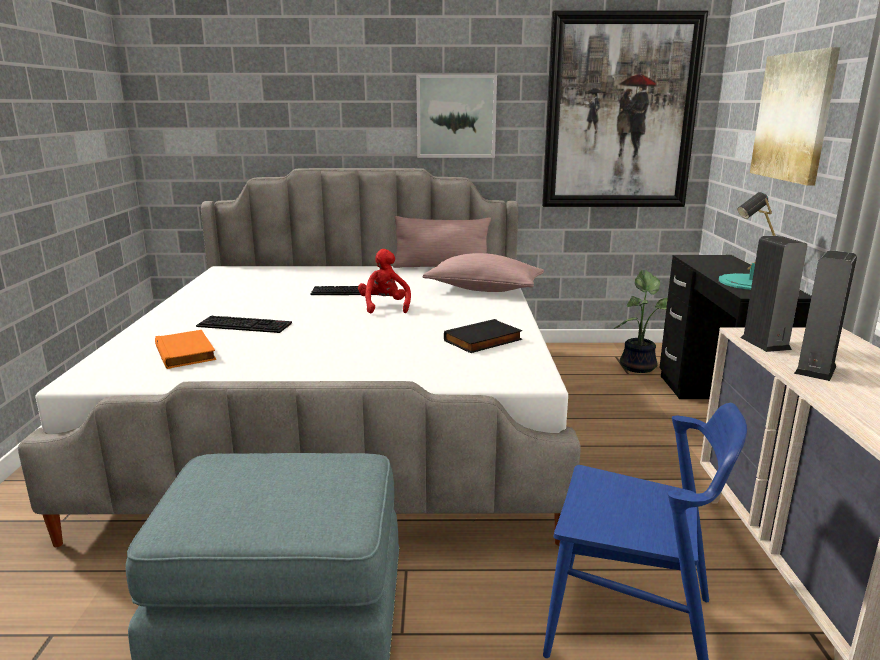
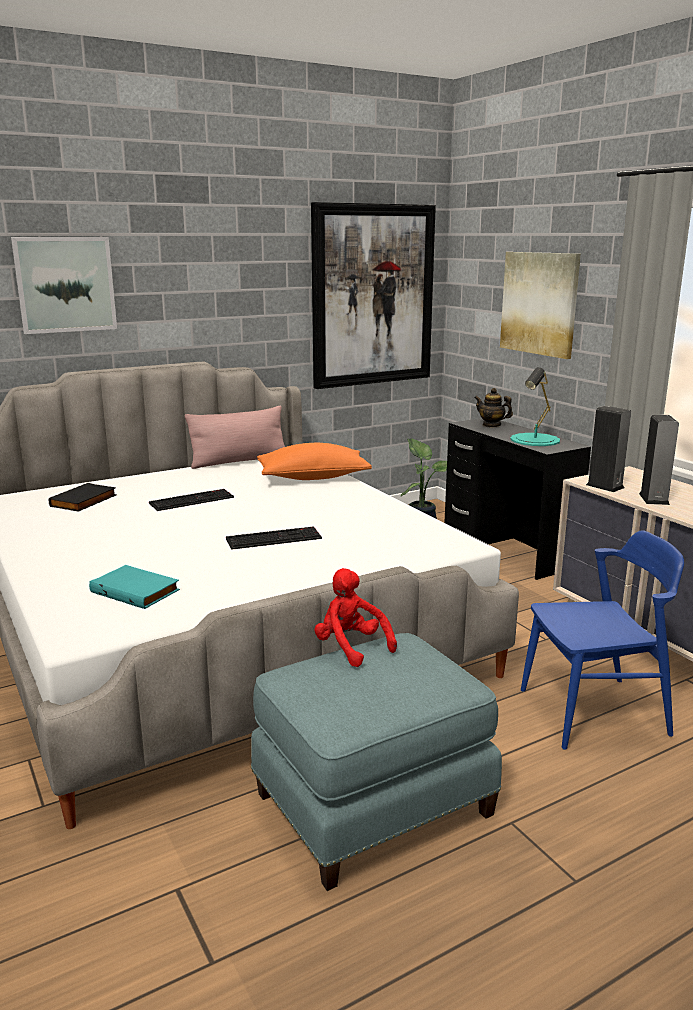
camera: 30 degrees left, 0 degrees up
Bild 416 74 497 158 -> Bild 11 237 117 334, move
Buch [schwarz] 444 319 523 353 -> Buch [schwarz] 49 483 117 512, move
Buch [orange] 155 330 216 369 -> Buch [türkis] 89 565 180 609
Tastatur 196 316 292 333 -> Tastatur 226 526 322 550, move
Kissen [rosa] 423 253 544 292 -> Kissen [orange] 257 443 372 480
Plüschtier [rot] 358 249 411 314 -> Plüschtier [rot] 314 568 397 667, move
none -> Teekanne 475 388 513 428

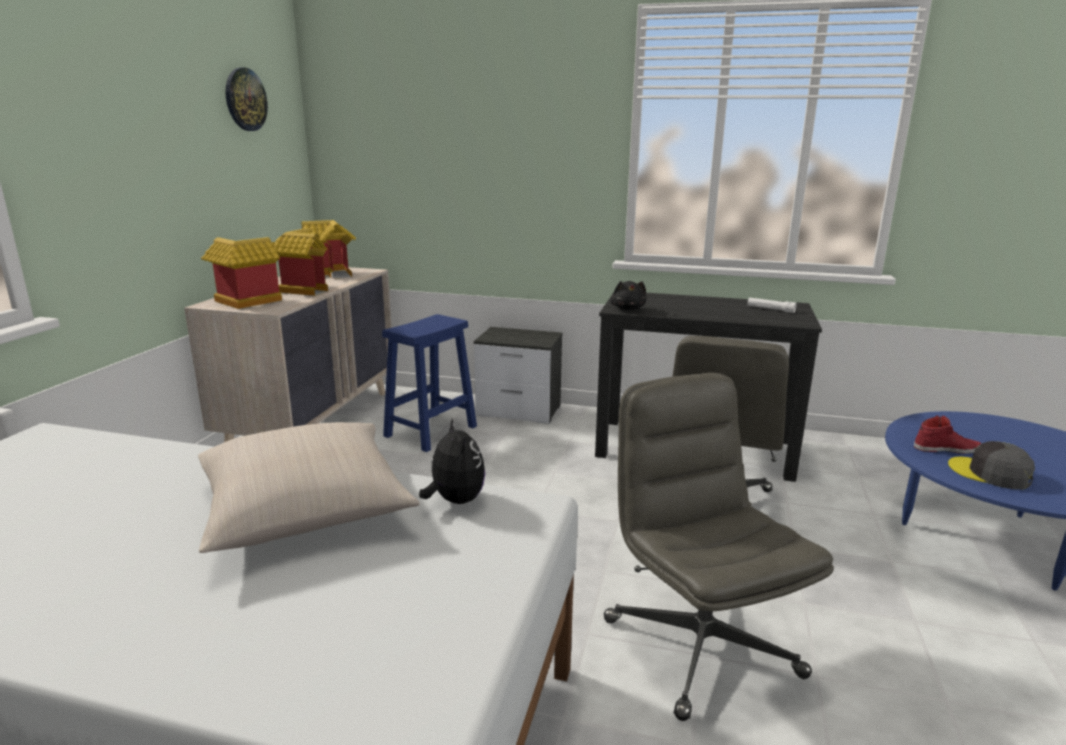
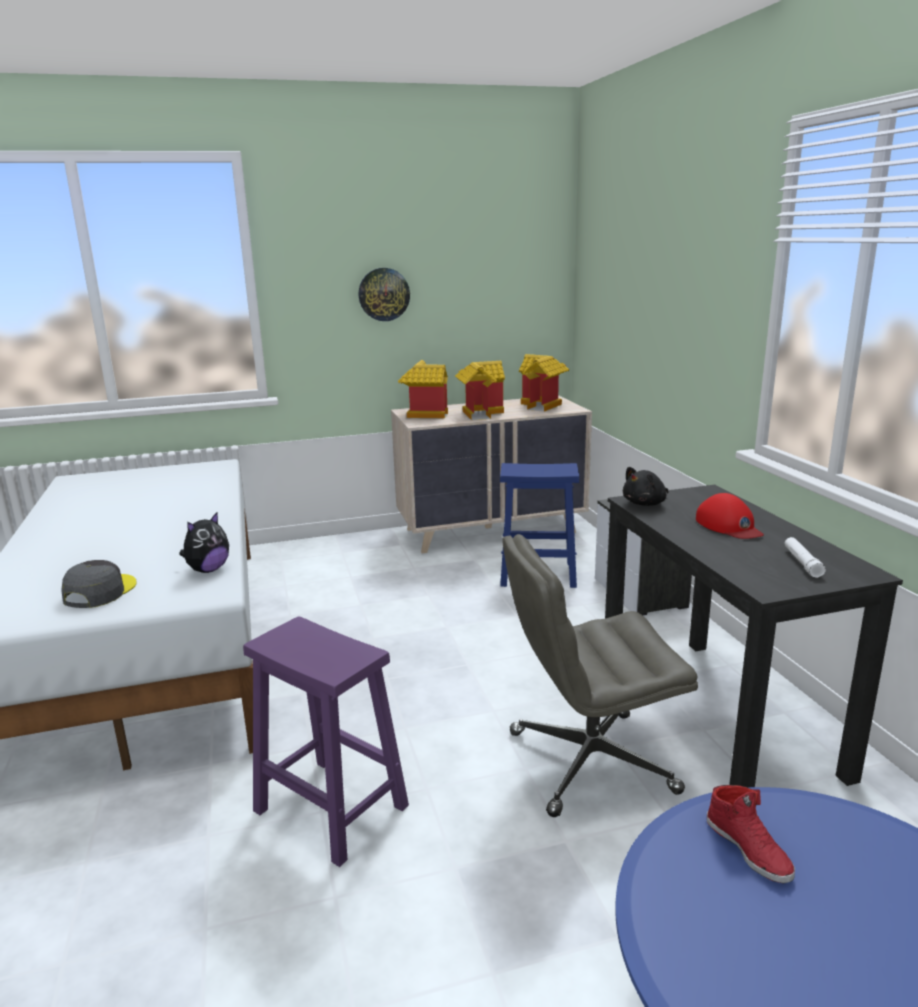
camera: 60 degrees right, 0 degrees up
Kappe [grau] 948 441 1035 489 -> Kappe [grau] 62 560 137 608, move
Bürostuhl [grau] 604 373 834 721 -> Hocker [lila] 243 617 409 867
Wanduhr 225 68 268 131 -> Wanduhr 358 268 410 321, move
none -> Kappe [rot] 696 493 764 539
Kissen [beige] 198 422 420 553 -> none

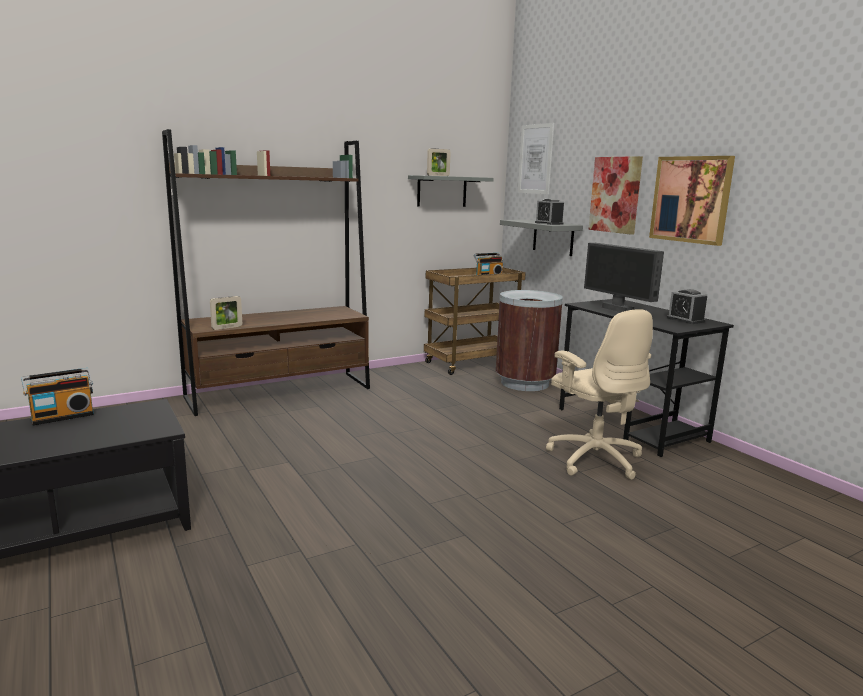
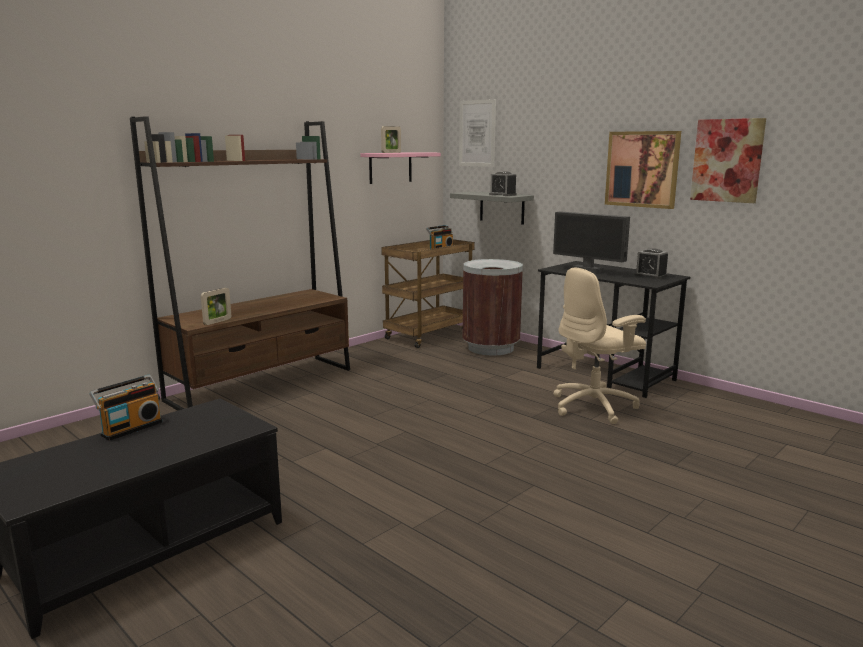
camera: 15 degrees left, 0 degrees up
Wandregal [grau] 408 175 494 207 -> Wandregal [rosa] 360 152 441 184
Bürostuhl [beige] 546 309 653 480 -> Bürostuhl [beige] 553 268 646 424, 105 degrees clockwise
Bild 588 156 643 235 -> Bild 690 118 766 203, move

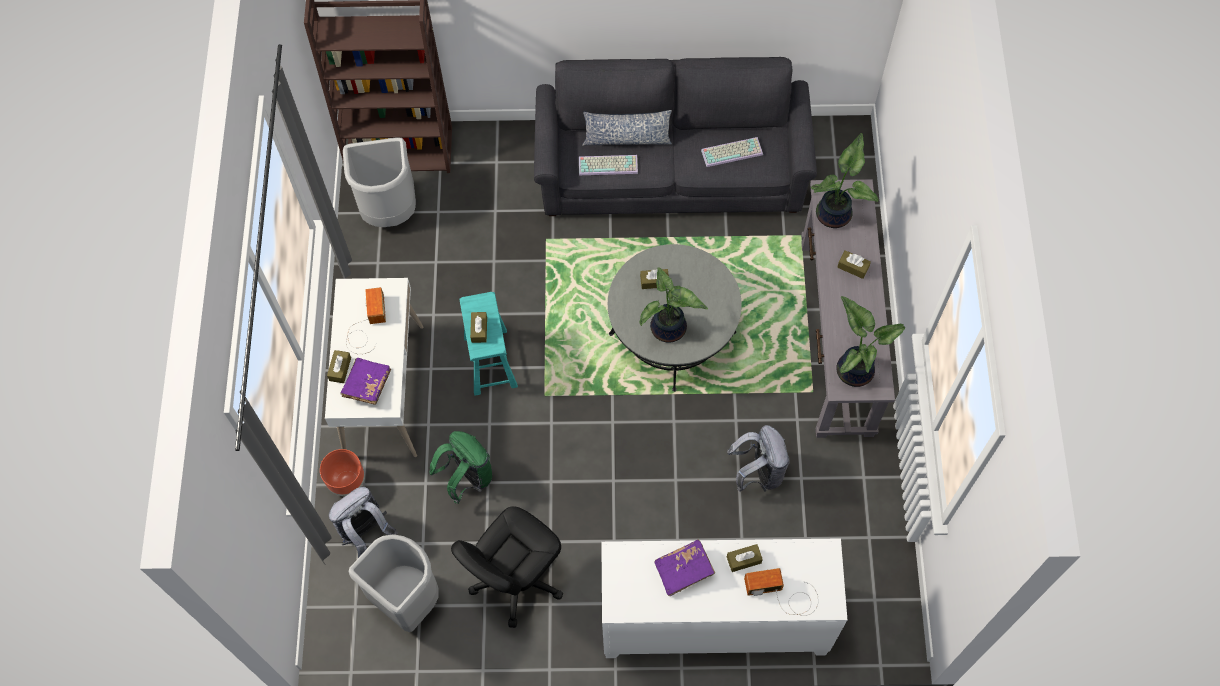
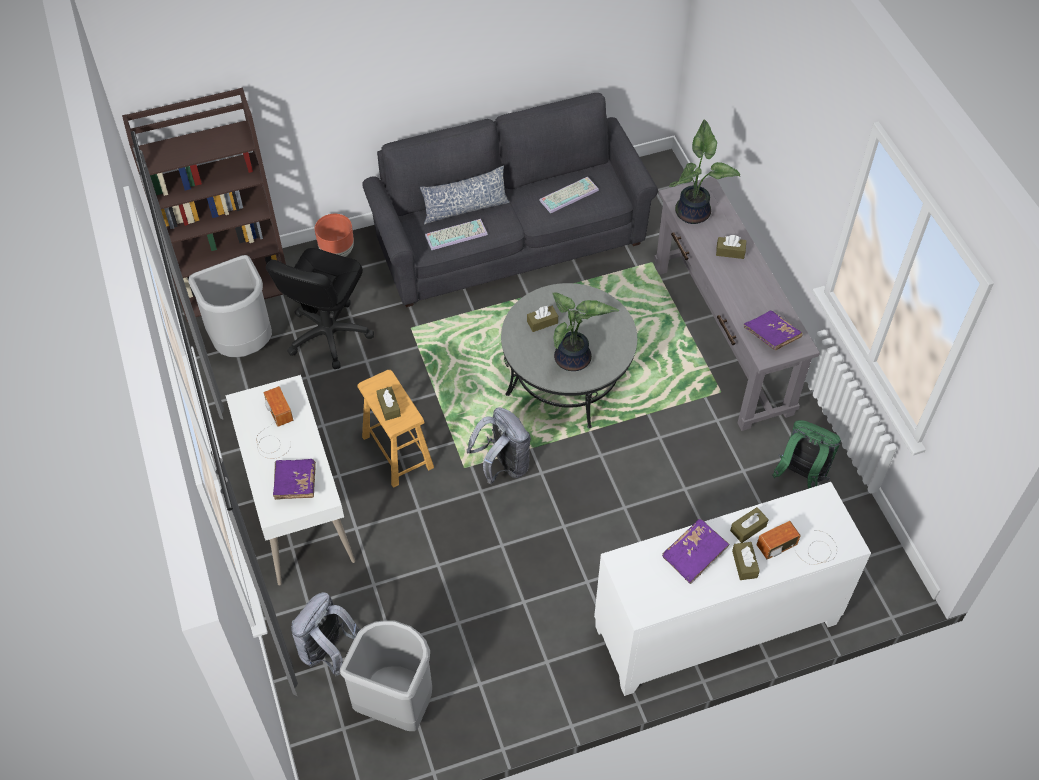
camera: 20 degrees left, 10 degrees down
Bürostuhl [schwarz] 451 506 563 628 -> Bürostuhl [schwarz] 266 248 374 369, move
Pflanzkübel [braun] 320 449 365 496 -> Pflanzkübel [braun] 315 214 354 257, move
Hocker [türkis] 459 292 518 396 -> Hocker [braun] 357 370 434 487
Rucksack [grau] 727 425 790 492 -> Rucksack [grau] 467 407 531 484, move
Taschentuchbox [braun] 327 350 351 383 -> Taschentuchbox [braun] 732 542 760 580, move
Topfpflanze 836 296 906 387 -> Buch [lila] 743 311 803 351
Rucksack [grün] 429 431 492 504 -> Rucksack [grün] 772 420 841 489, move

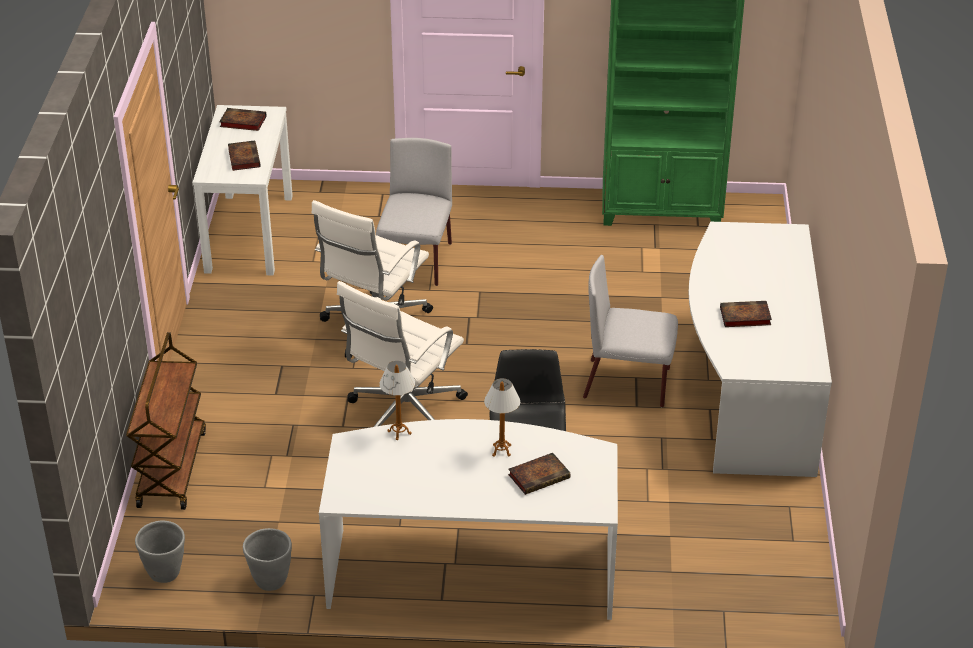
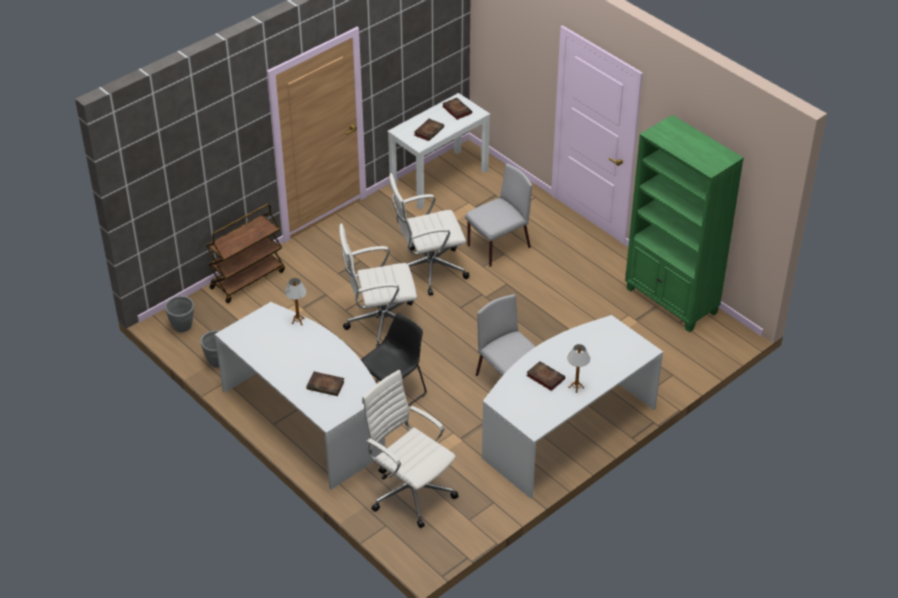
camera: 45 degrees right, 5 degrees up
none -> Bürostuhl [weiß] 362 370 459 528
Tischlampe 484 378 520 456 -> Tischlampe 567 344 590 393, move

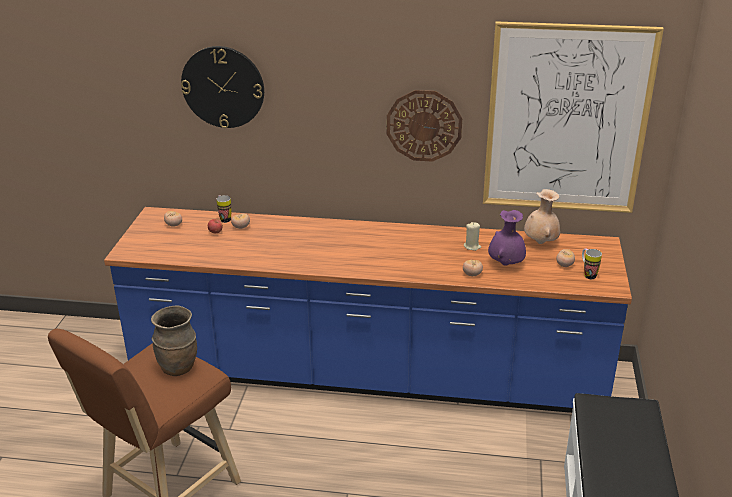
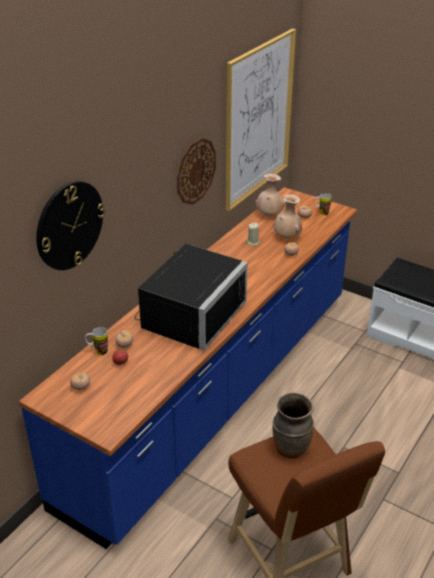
camera: 65 degrees left, 5 degrees up
none -> Mikrowelle [schwarz] 135 244 248 351
Vase [lila] 488 210 526 266 -> Vase [beige] 273 194 302 239

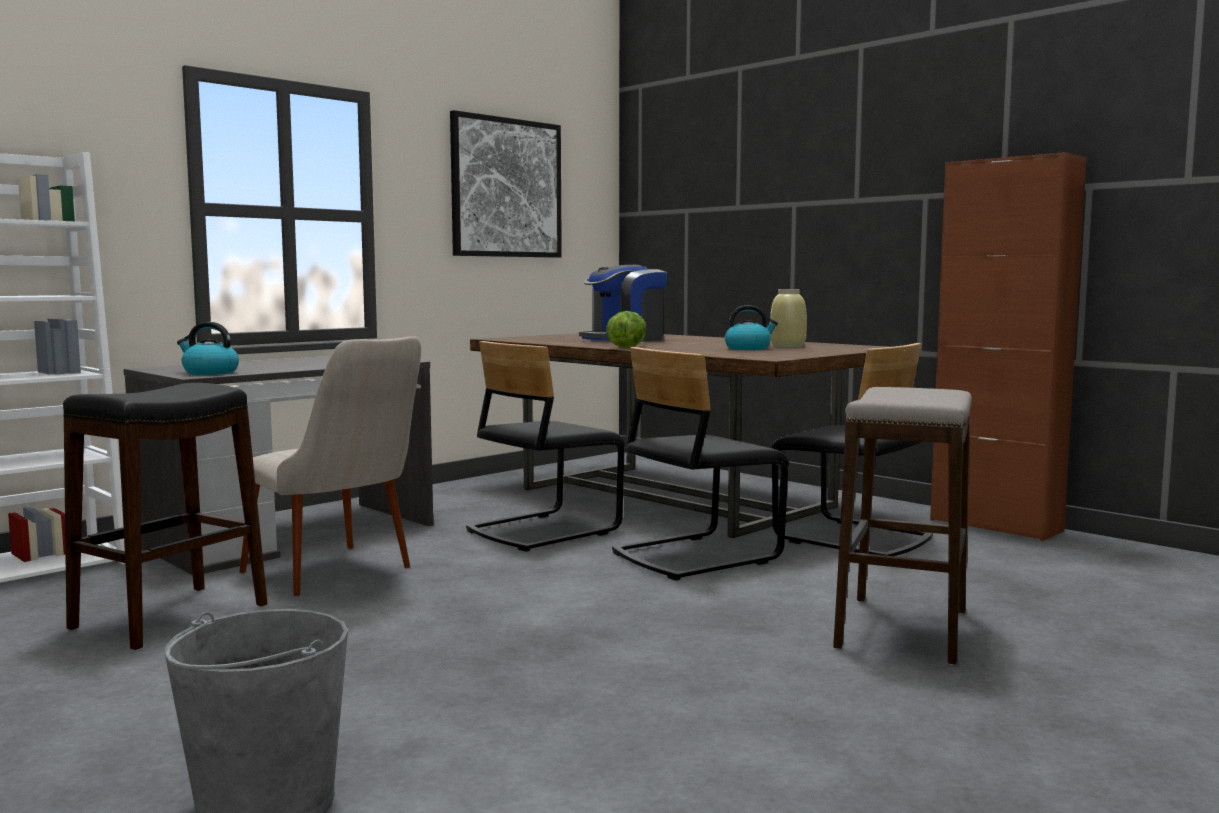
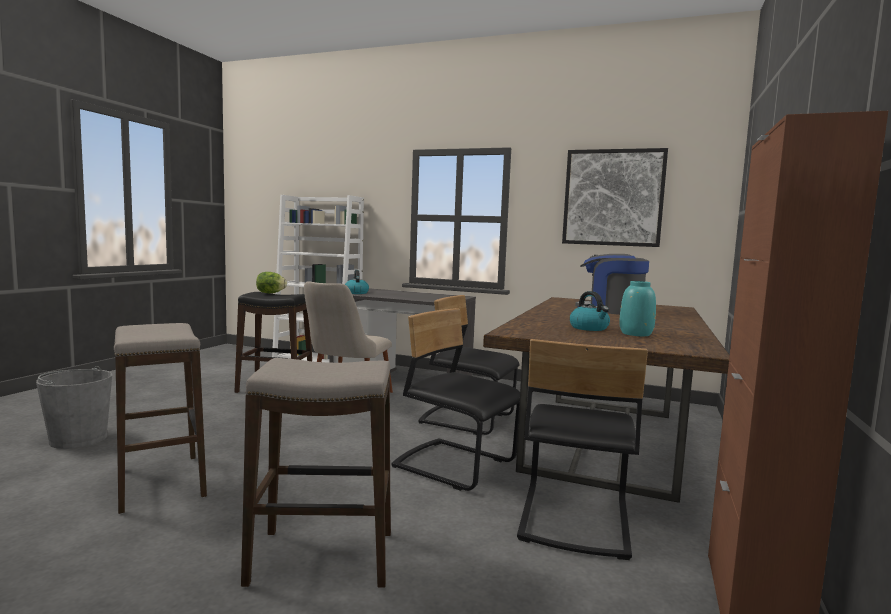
camera: 65 degrees right, 0 degrees up
none -> Hocker 114 323 207 514
Salatkopf 606 311 646 348 -> Salatkopf 256 272 287 293, move
Vase [beige] 770 289 807 348 -> Vase [türkis] 619 281 656 336

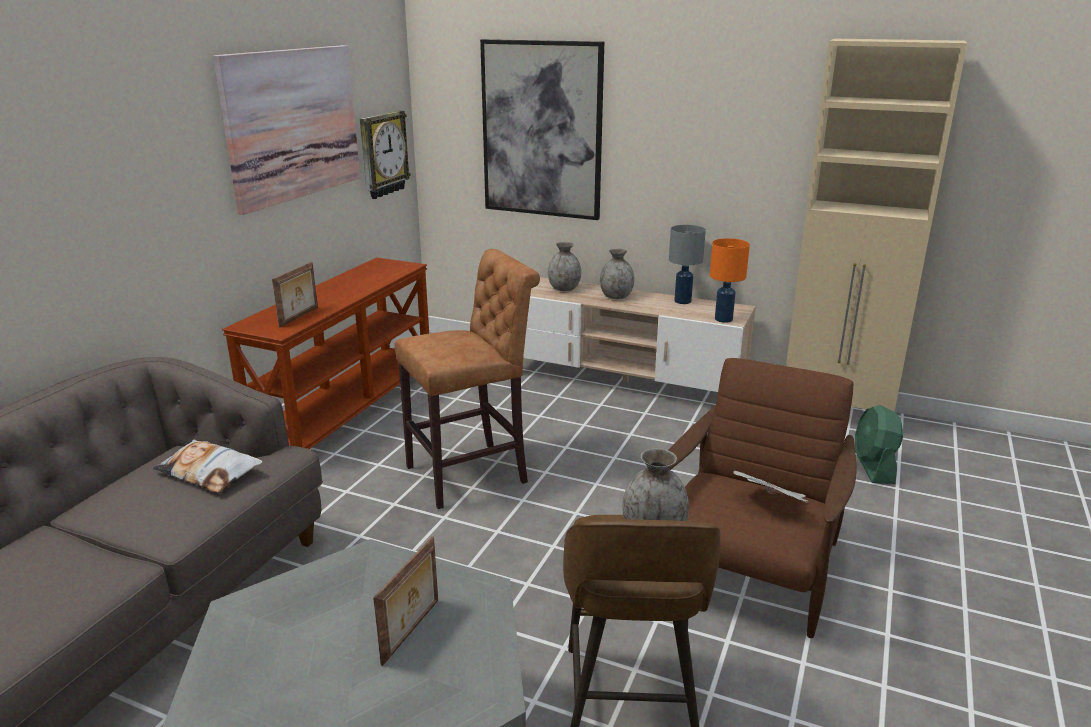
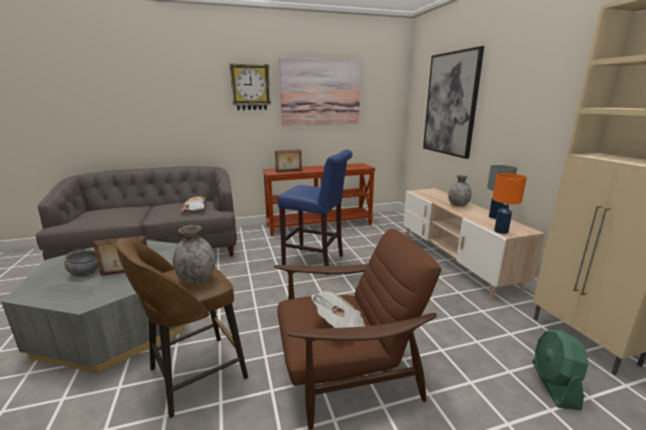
camera: 50 degrees right, 5 degrees down
none -> Schüssel [grau] 64 250 99 277
Wanduhr 360 111 411 199 -> Wanduhr 229 64 271 110, move
Hocker [braun] 395 249 540 509 -> Hocker [blau] 278 150 352 275
Ventilator [grün] 855 405 903 484 -> Ventilator [grün] 532 330 588 411, 45 degrees counterclockwise
Vase [grau] 548 242 581 291 -> none

